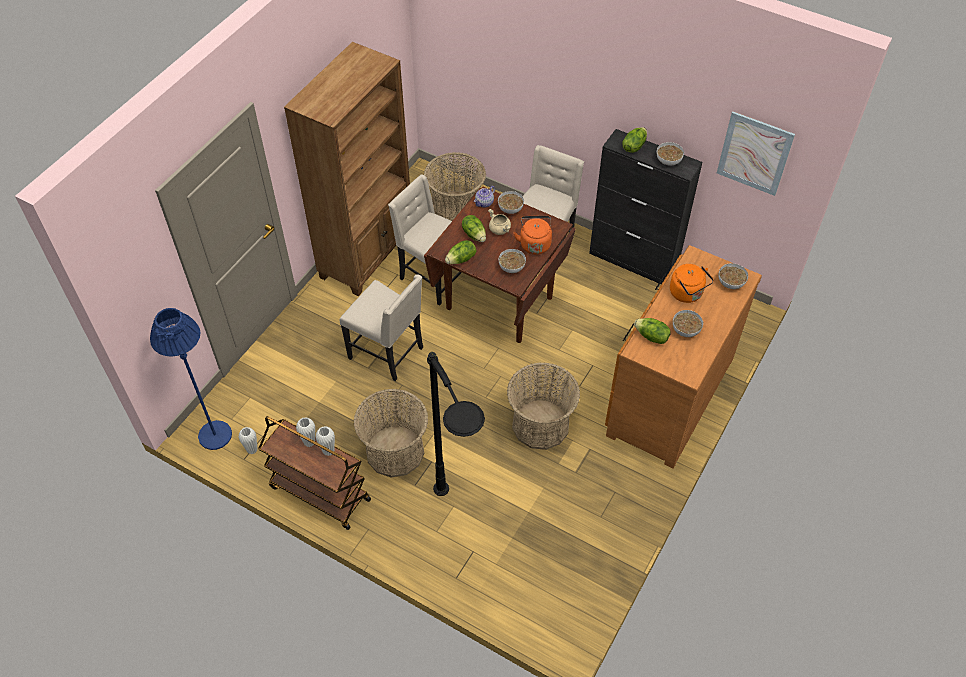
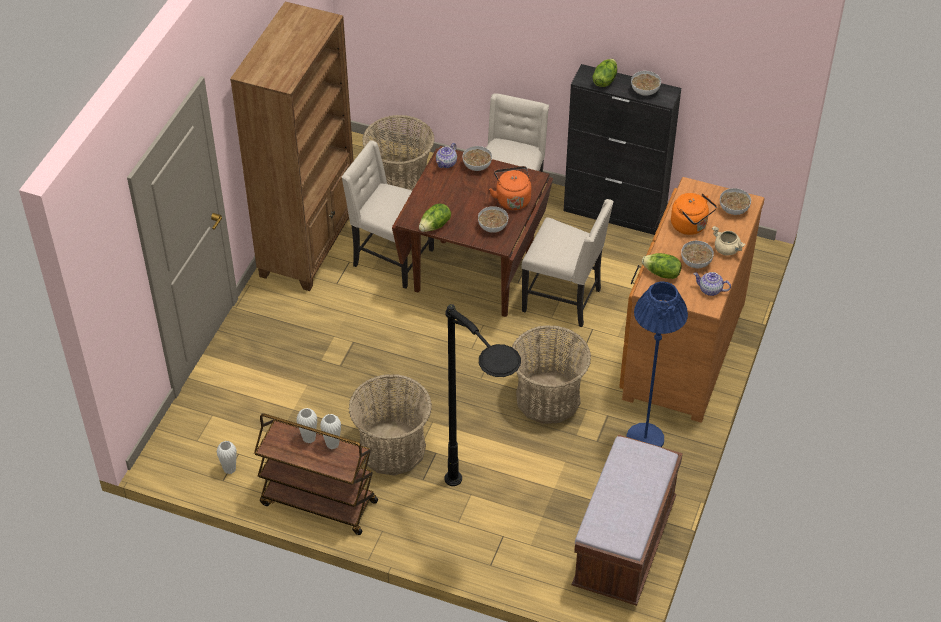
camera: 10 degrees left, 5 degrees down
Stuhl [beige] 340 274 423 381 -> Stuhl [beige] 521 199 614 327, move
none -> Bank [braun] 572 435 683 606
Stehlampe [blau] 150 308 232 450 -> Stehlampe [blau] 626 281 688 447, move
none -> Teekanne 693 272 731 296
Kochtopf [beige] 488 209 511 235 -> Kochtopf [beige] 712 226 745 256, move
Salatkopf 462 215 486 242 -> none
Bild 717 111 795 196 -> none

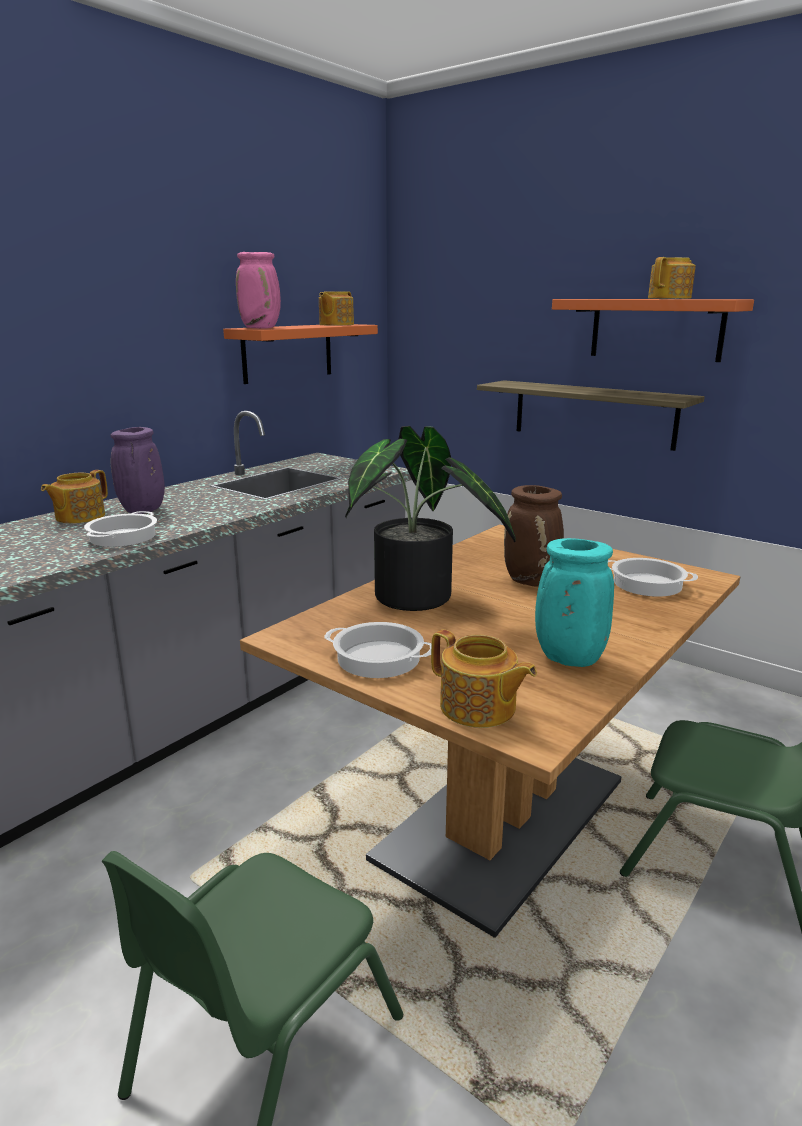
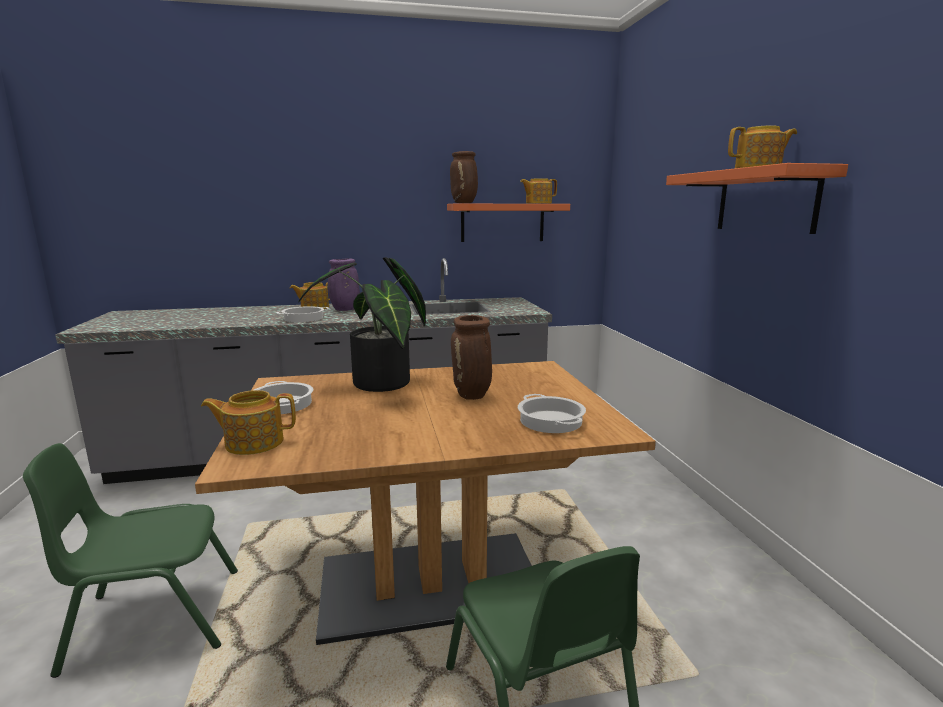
camera: 40 degrees right, 5 degrees down
Teekanne 431 630 537 728 -> Teekanne 201 390 296 455, 90 degrees clockwise
Vase [rosa] 236 252 281 328 -> Vase [braun] 450 151 478 203
Wandregal 477 380 705 451 -> none
Vase [türkis] 535 538 614 667 -> none

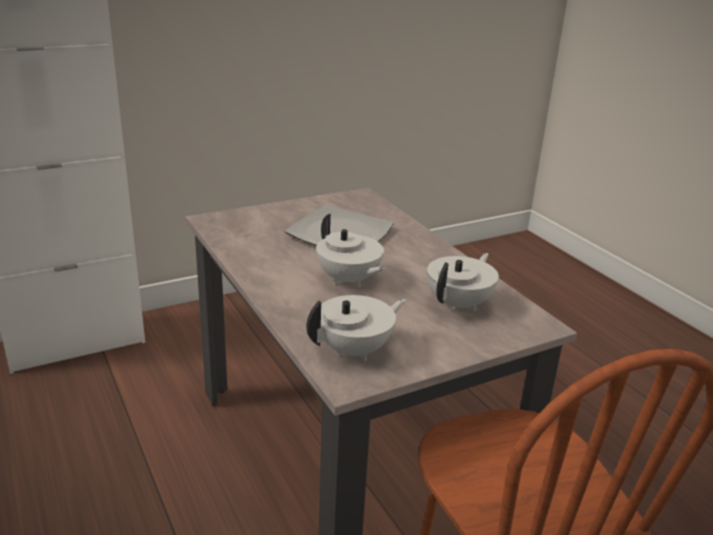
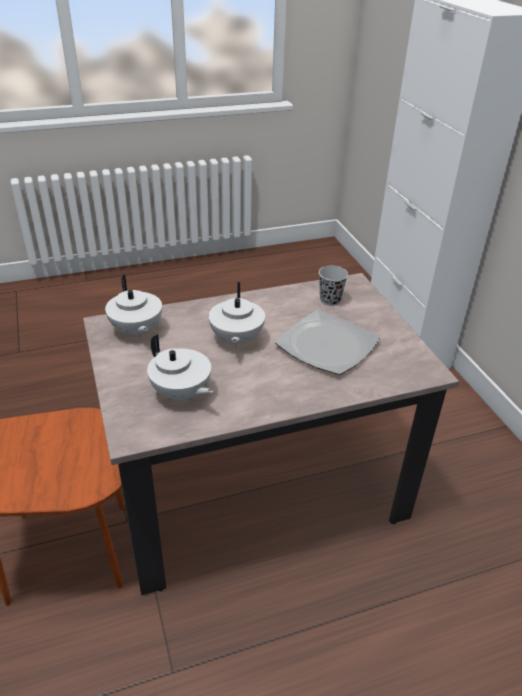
camera: 100 degrees right, 10 degrees up
Teekanne [weiß] 316 214 386 287 -> Teekanne [weiß] 209 282 265 348, 60 degrees counterclockwise
none -> Tasse [schwarz] 319 266 348 306

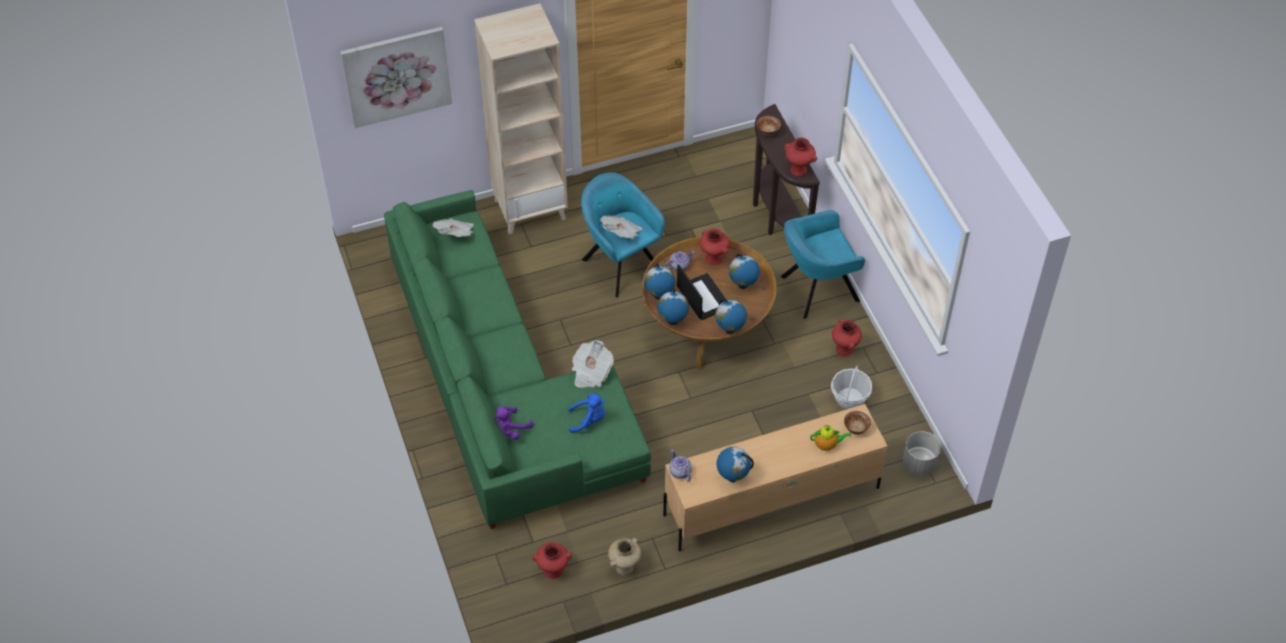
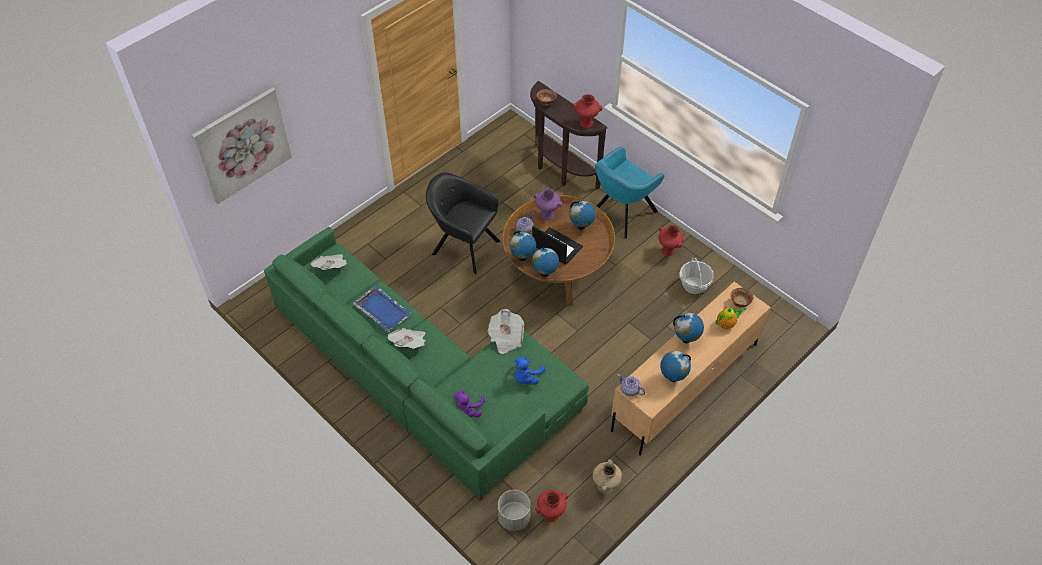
camera: 25 degrees left, 0 degrees up
none -> Tablett [blau] 352 285 412 332
Zeitung 600 216 642 239 -> Zeitung 388 328 426 348, move
Sessel [türkis] 581 172 665 298 -> Sessel [schwarz] 426 172 500 274
Pflanzkübel [grau] 903 431 941 475 -> Pflanzkübel [grau] 498 490 531 531, move
Plüschtier [blau] 568 394 605 433 -> Plüschtier [blau] 515 356 545 385, 150 degrees clockwise
Vase [rot] 700 228 730 265 -> Vase [lila] 534 188 563 220
Globus 715 300 747 334 -> Globus 673 313 704 344, move
Bücherregal [beige] 474 3 568 234 -> none

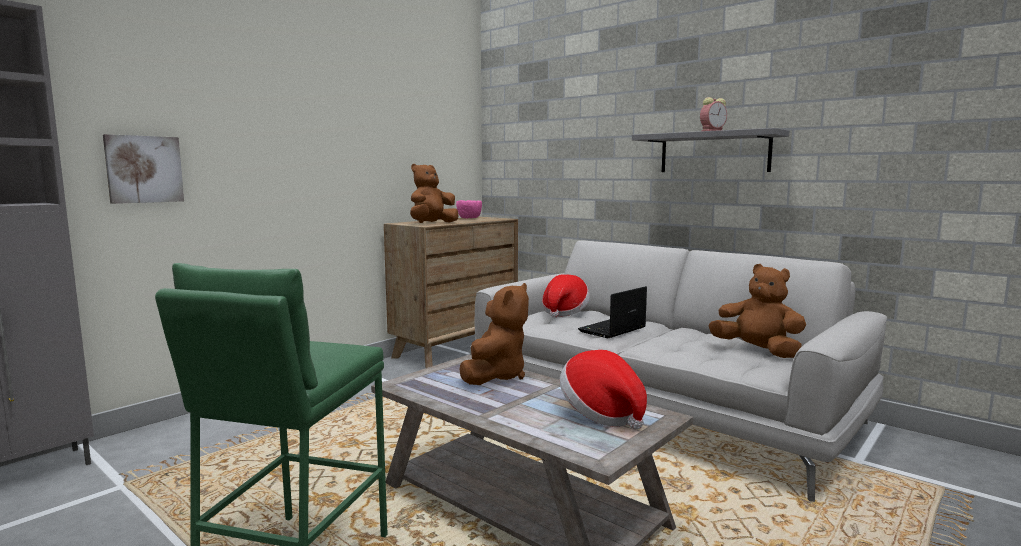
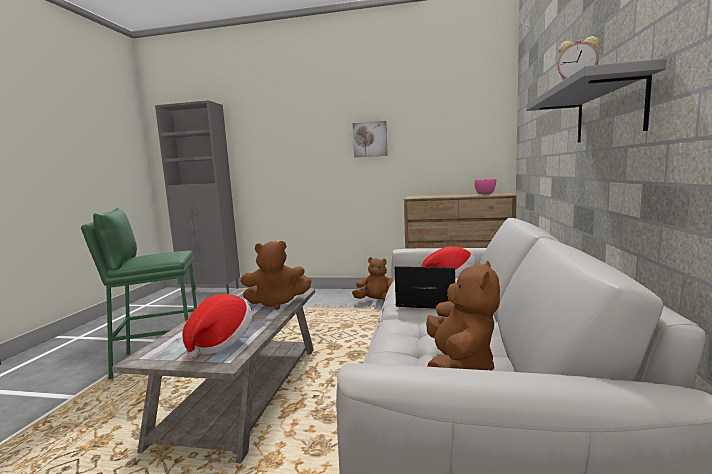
camera: 60 degrees right, 0 degrees up
Plüschtier [braun] 410 164 458 223 -> Plüschtier [braun] 352 257 392 301, move
Bild 103 134 184 204 -> Bild 353 121 388 157, move

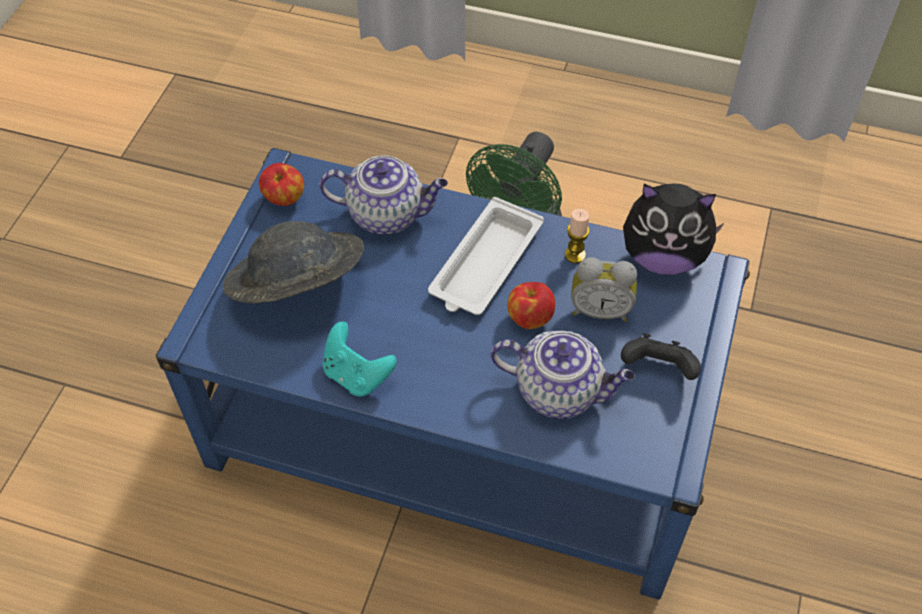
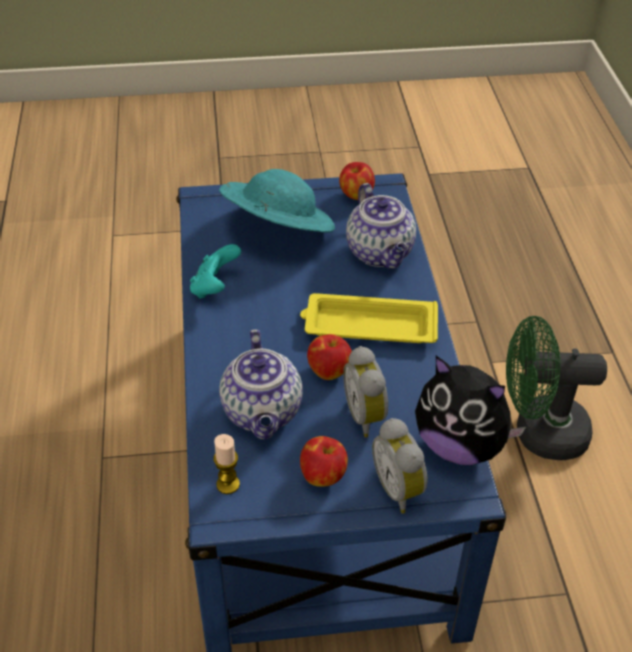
camera: 65 degrees right, 10 degrees down
Kerze 565 209 590 263 -> Kerze 213 434 240 494, move
Hut [grau] 223 221 364 303 -> Hut [türkis] 219 169 335 232
Tablett [weiß] 428 197 544 315 -> Tablett [gelb] 300 293 438 343
Gamepad [schwarz] 621 333 701 380 -> Apfel 300 436 348 487
none -> Wecker 372 418 428 514
Plüschtier 623 184 724 275 -> Plüschtier 415 356 527 465, 45 degrees counterclockwise

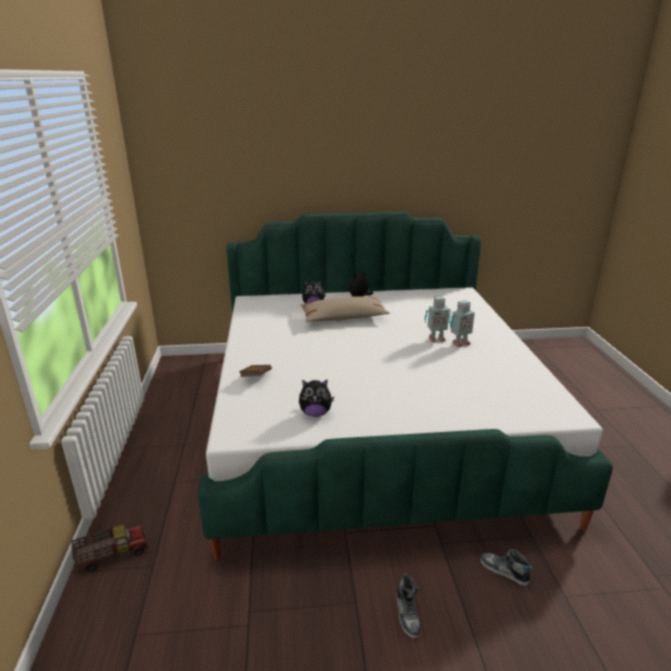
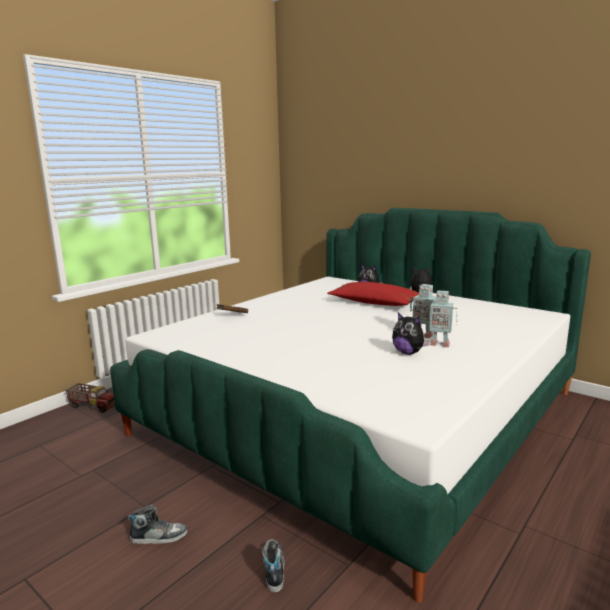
camera: 45 degrees right, 10 degrees down
Schuh 396 573 421 638 -> Schuh 128 505 187 544, 135 degrees counterclockwise
Kissen [beige] 300 296 390 322 -> Kissen [rot] 327 282 419 306
Plüschtier 299 380 334 417 -> Plüschtier 392 313 430 355, move

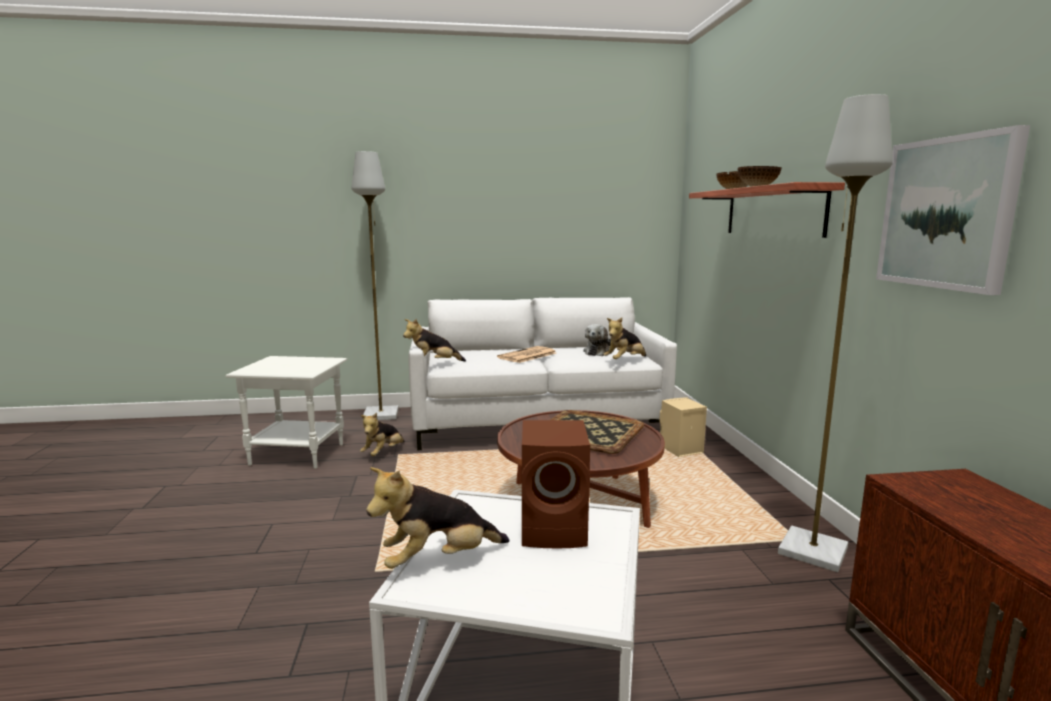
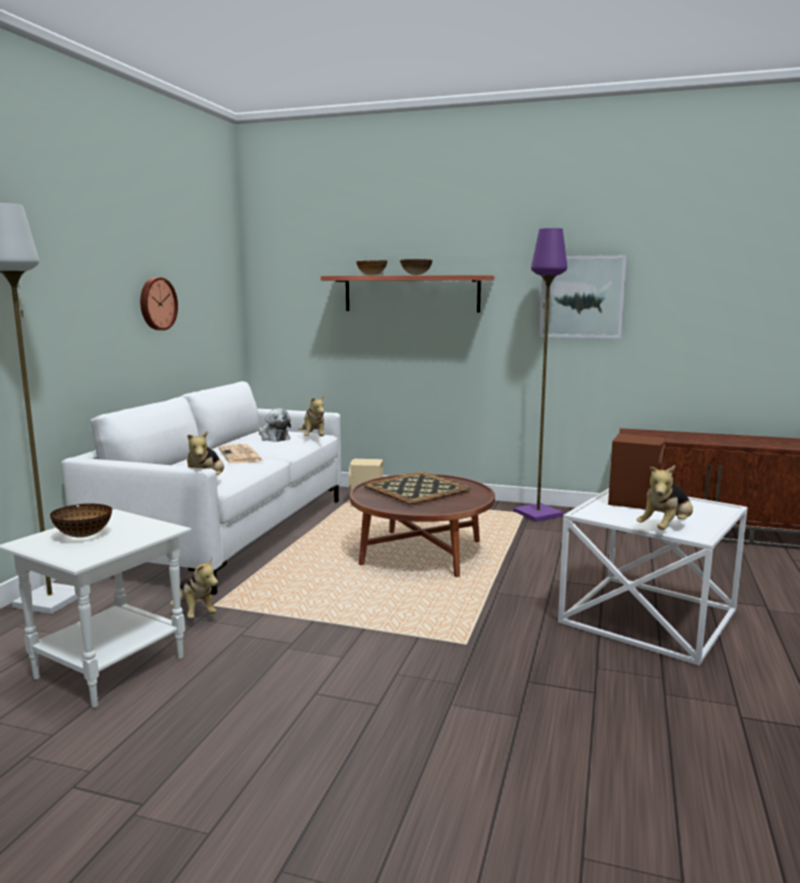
camera: 65 degrees left, 0 degrees up
none -> Schüssel 50 503 112 538
none -> Wanduhr 140 277 178 330
Stehlampe [grau] 778 94 893 572 -> Stehlampe [lila] 514 228 567 522
Plüschtier 366 467 509 569 -> Plüschtier 636 465 693 530, 45 degrees clockwise

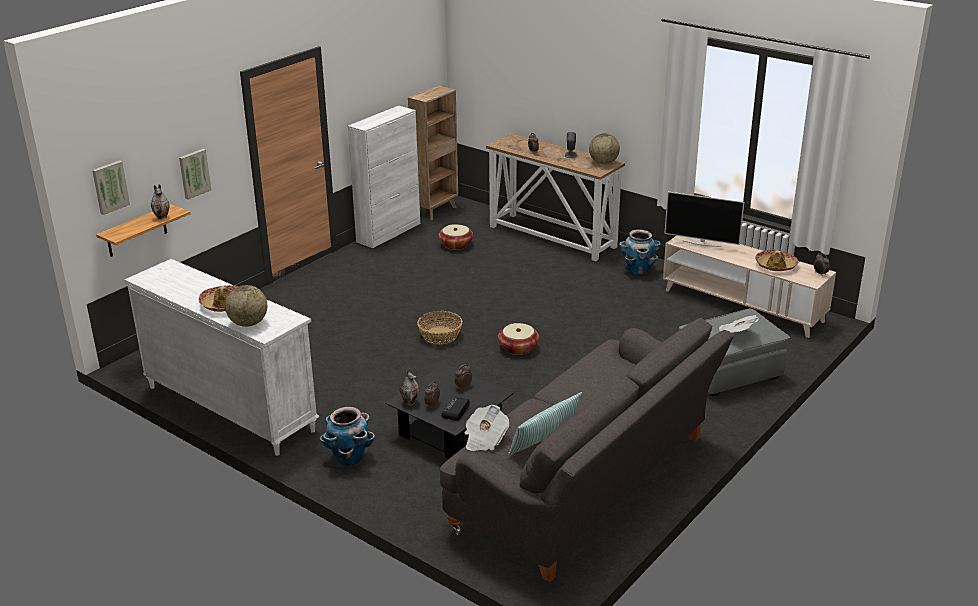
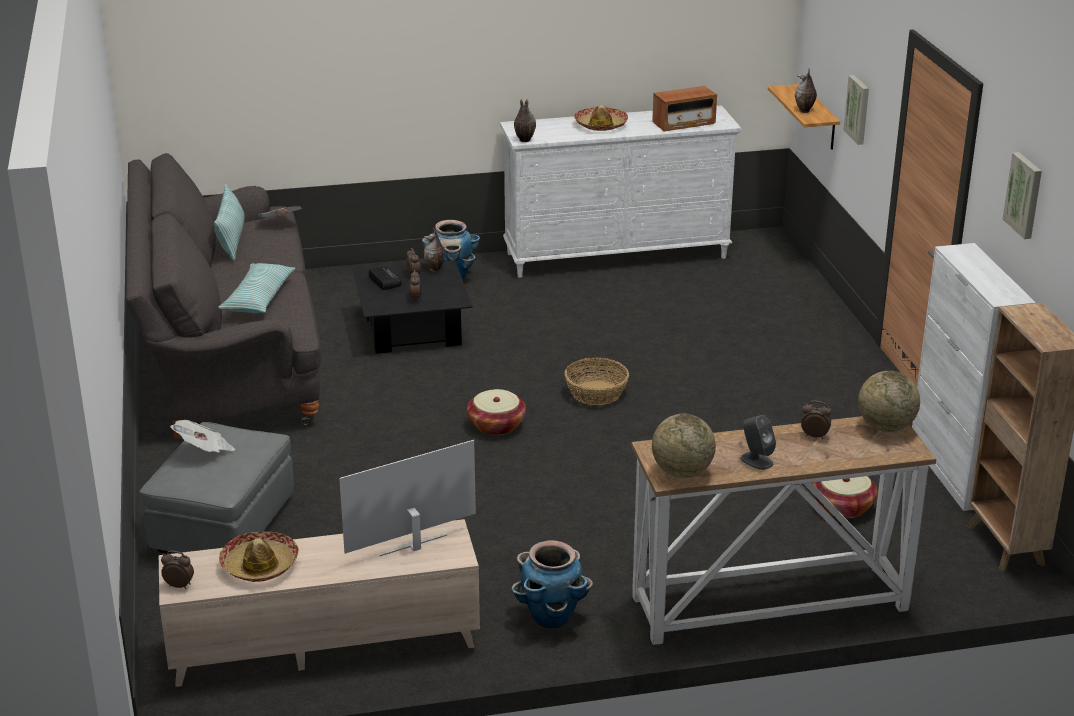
camera: 130 degrees right, 0 degrees up
none -> Kissen 219 263 296 313
none -> Vase 514 99 536 142
none -> Radio 652 86 717 131
Globus 225 285 267 327 -> Globus 858 371 920 432, move
Bild 92 160 130 215 -> Bild 1003 152 1042 239, move

